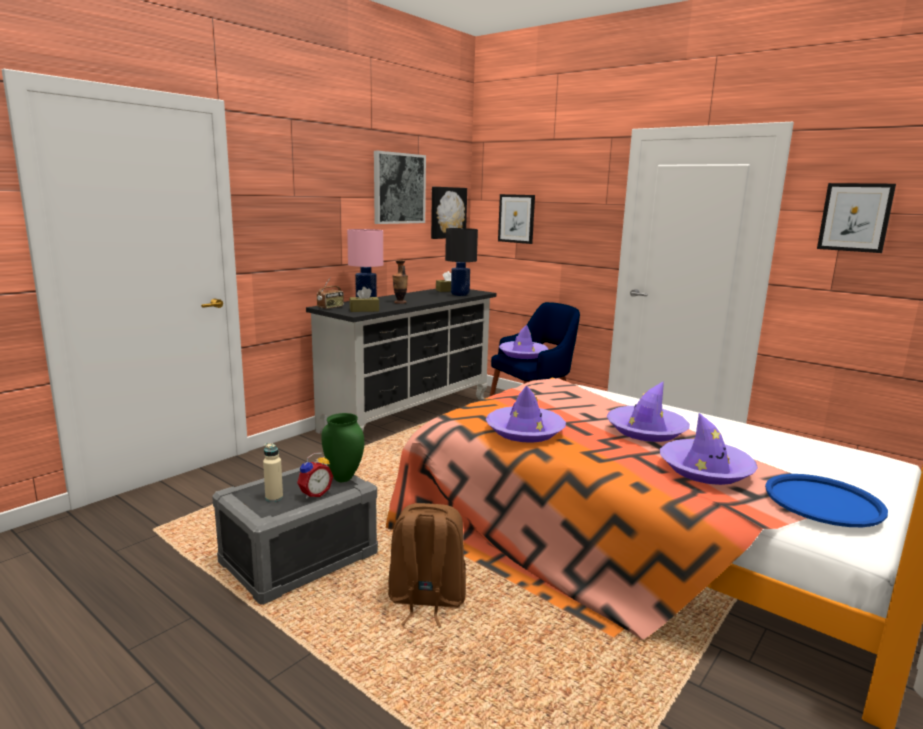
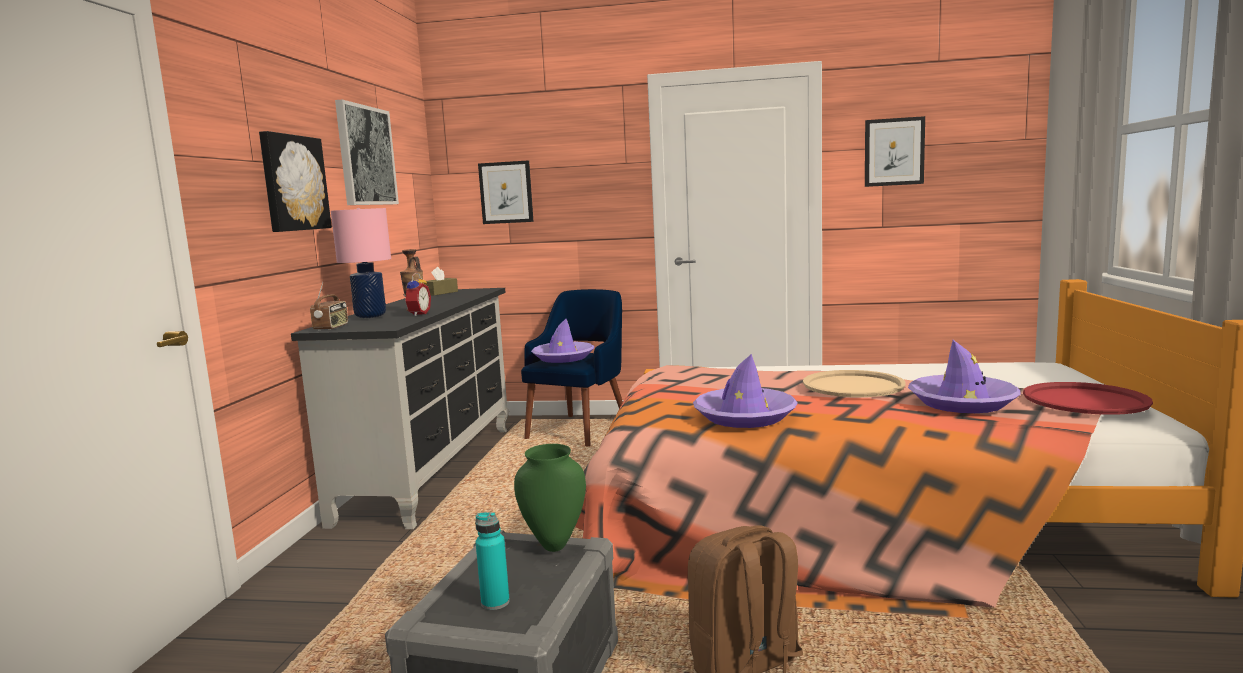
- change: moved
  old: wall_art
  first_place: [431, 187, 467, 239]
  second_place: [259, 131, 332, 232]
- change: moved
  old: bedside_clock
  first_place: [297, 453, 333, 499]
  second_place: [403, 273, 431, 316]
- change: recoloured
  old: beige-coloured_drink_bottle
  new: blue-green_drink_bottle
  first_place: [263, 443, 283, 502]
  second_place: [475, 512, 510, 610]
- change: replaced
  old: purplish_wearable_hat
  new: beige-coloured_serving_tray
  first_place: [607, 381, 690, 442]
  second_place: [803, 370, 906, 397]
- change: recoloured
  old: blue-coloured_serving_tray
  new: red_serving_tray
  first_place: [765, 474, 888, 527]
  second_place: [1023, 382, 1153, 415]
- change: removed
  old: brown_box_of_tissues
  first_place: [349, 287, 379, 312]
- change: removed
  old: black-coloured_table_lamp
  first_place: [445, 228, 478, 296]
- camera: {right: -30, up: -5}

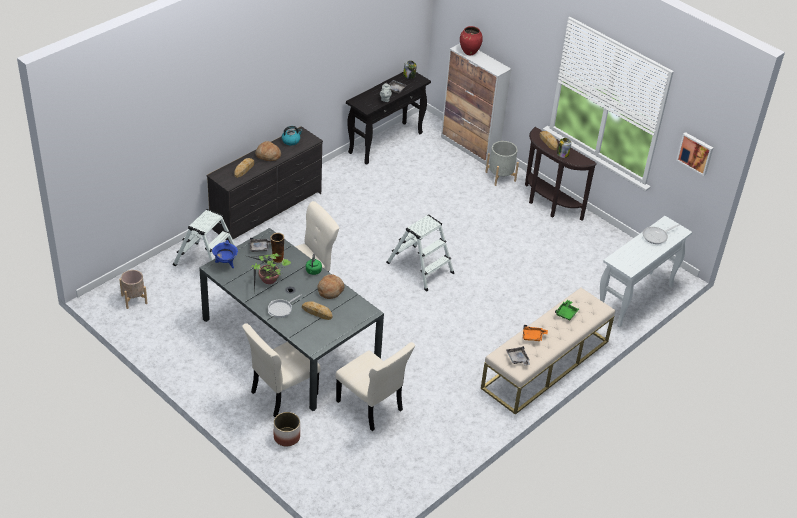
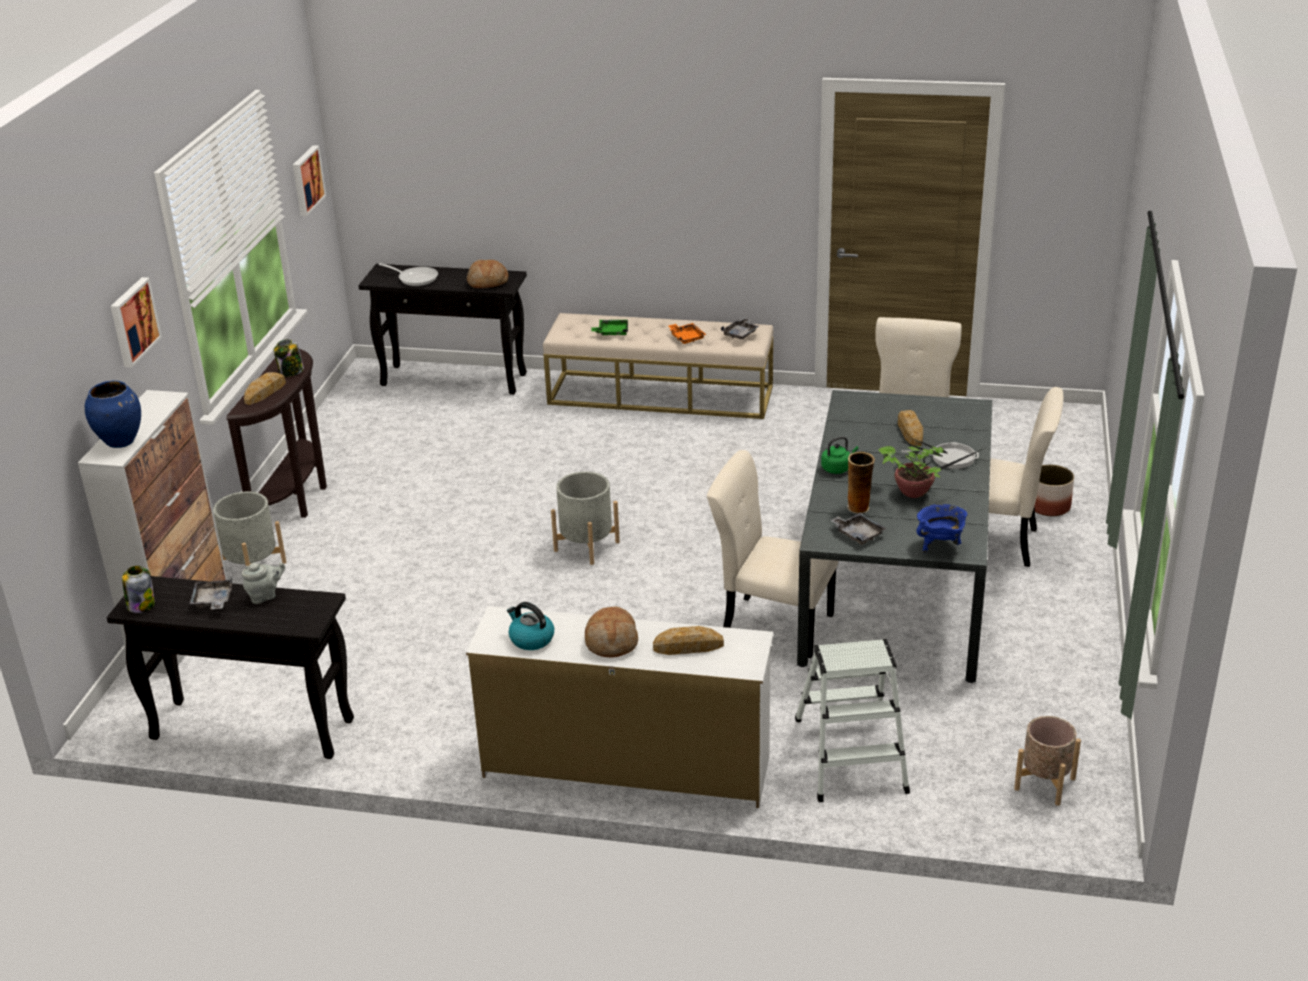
- change: recoloured
  old: red_flower_vase
  new: blue-coloured_flower_vase
  first_place: [460, 26, 483, 55]
  second_place: [85, 380, 141, 448]
- change: added
  new: wall_art
  second_place: [111, 277, 162, 368]
- change: recoloured
  old: white-coloured_console_table
  new: black-coloured_console_table
  first_place: [600, 216, 692, 327]
  second_place: [358, 264, 527, 395]
- change: recoloured
  old: black-coloured_drawer_chest
  new: white-coloured_drawer_chest
  first_place: [206, 126, 323, 243]
  second_place: [466, 606, 773, 808]
- change: moved
  old: bakery_bread
  first_place: [317, 274, 344, 299]
  second_place: [467, 260, 509, 288]
- change: replaced
  old: white-coloured_step_ladder
  new: greyish_plant_pot
  first_place: [386, 214, 454, 291]
  second_place: [551, 472, 620, 565]
- camera: {right: -120, up: -10}

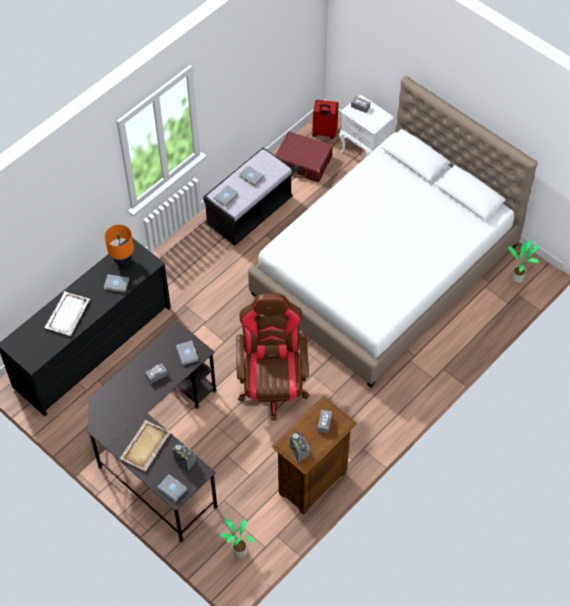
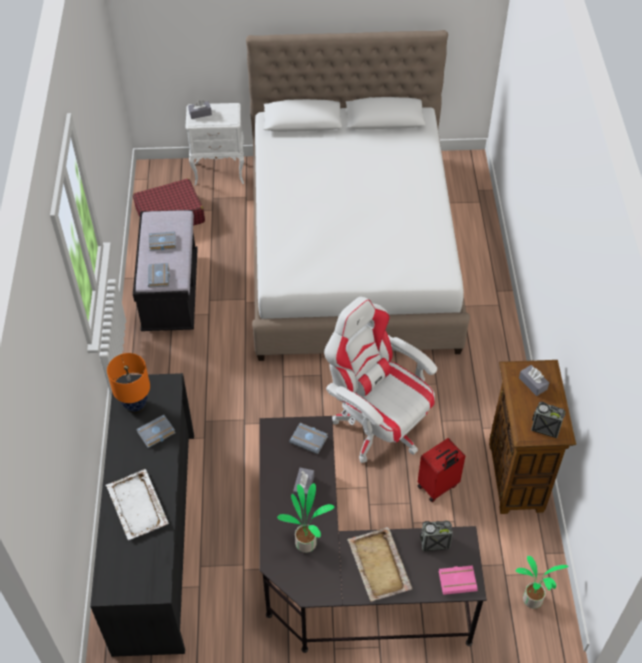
- change: moved
  old: houseplant
  first_place: [508, 240, 539, 283]
  second_place: [277, 483, 334, 553]
- change: recoloured
  old: brown_desk_chair
  new: white-coloured_desk_chair
  first_place: [236, 293, 309, 420]
  second_place: [324, 296, 437, 463]
- change: moved
  old: red_travel_case
  first_place: [312, 100, 339, 139]
  second_place: [418, 438, 465, 502]
- change: recoloured
  old: greyish_book
  new: pink-coloured_book
  first_place: [157, 474, 187, 502]
  second_place: [439, 565, 478, 595]
- camera: {right: -45, up: -5}

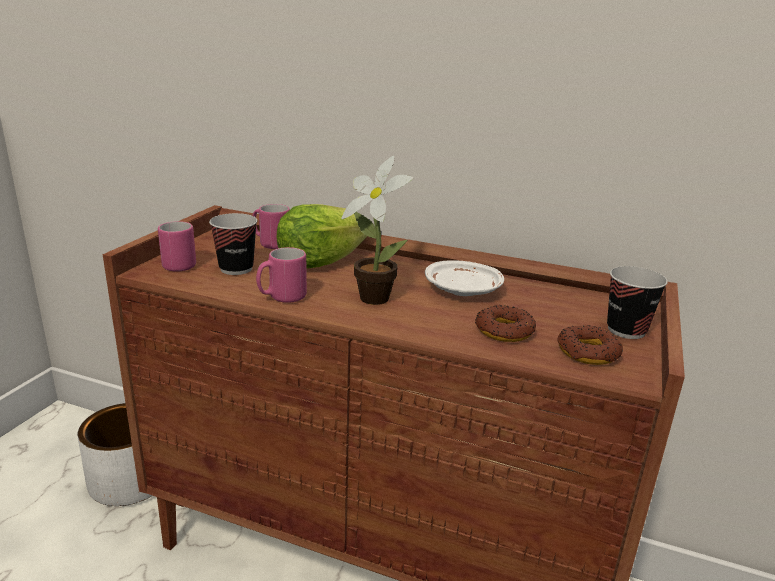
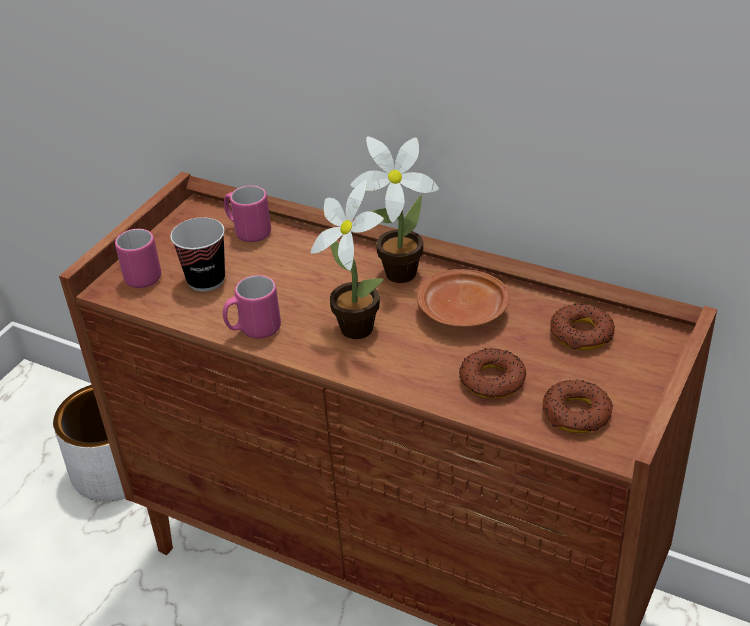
- change: added
  new: houseplant
  second_place: [350, 136, 439, 283]
- change: recoloured
  old: white-coloured_dinner_plate
  new: brown_dinner_plate
  first_place: [425, 260, 504, 296]
  second_place: [417, 269, 509, 328]
- change: added
  new: doughnut
  second_place: [550, 303, 615, 350]
- change: removed
  old: lettuce
  first_place: [277, 204, 367, 269]
- change: removed
  old: drinking_cup
  first_place: [607, 266, 668, 339]
- camera: {right: 10, up: 15}

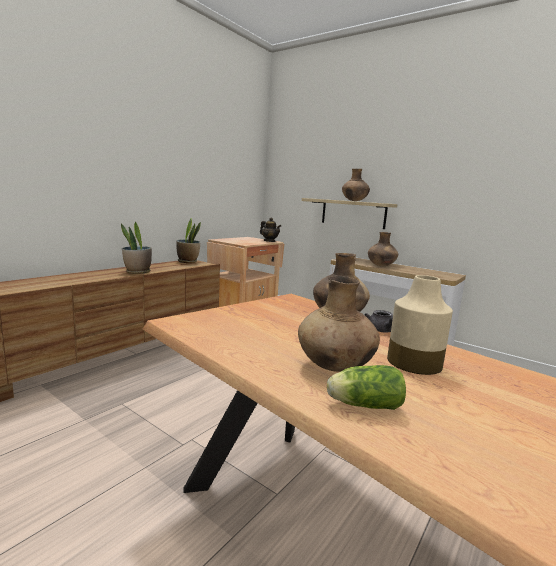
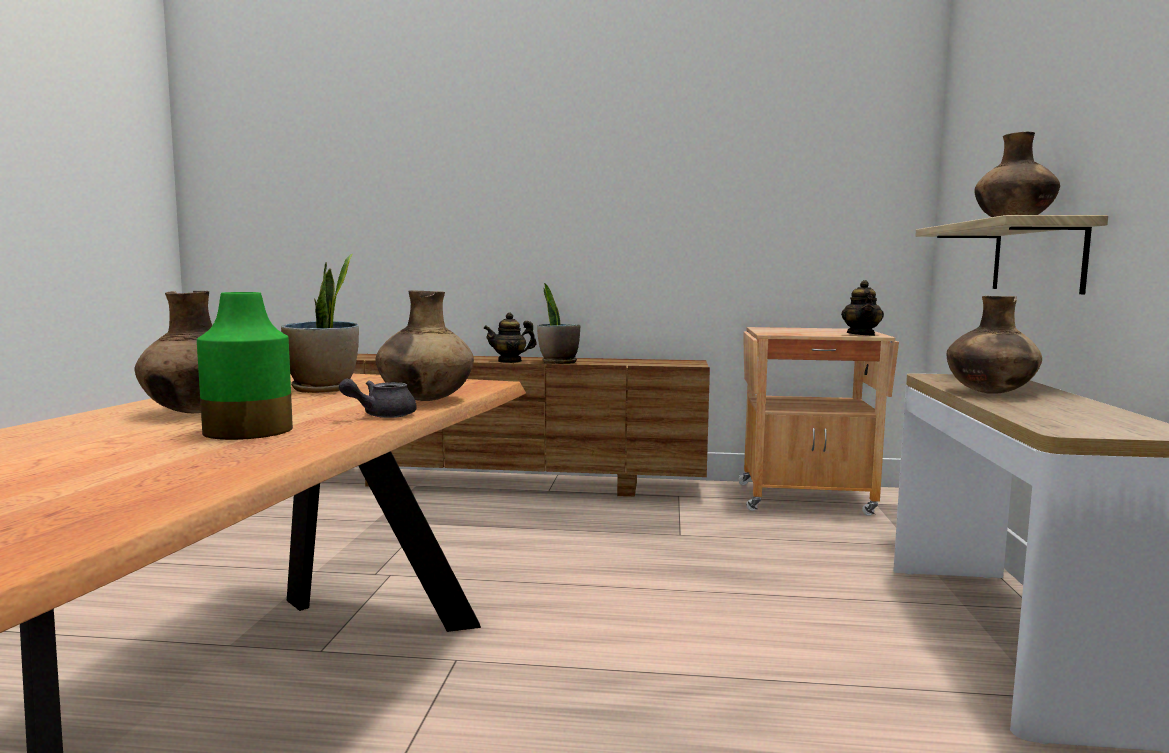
- change: recoloured
  old: beige-coloured_flower_vase
  new: greenish_flower_vase
  first_place: [387, 275, 453, 375]
  second_place: [197, 292, 293, 440]
- change: moved
  old: houseplant
  first_place: [176, 218, 201, 263]
  second_place: [281, 254, 359, 393]
- change: added
  new: pot_for_tea
  second_place: [483, 312, 537, 363]
- change: removed
  old: lettuce
  first_place: [327, 365, 406, 410]
- camera: {right: 60, up: -5}

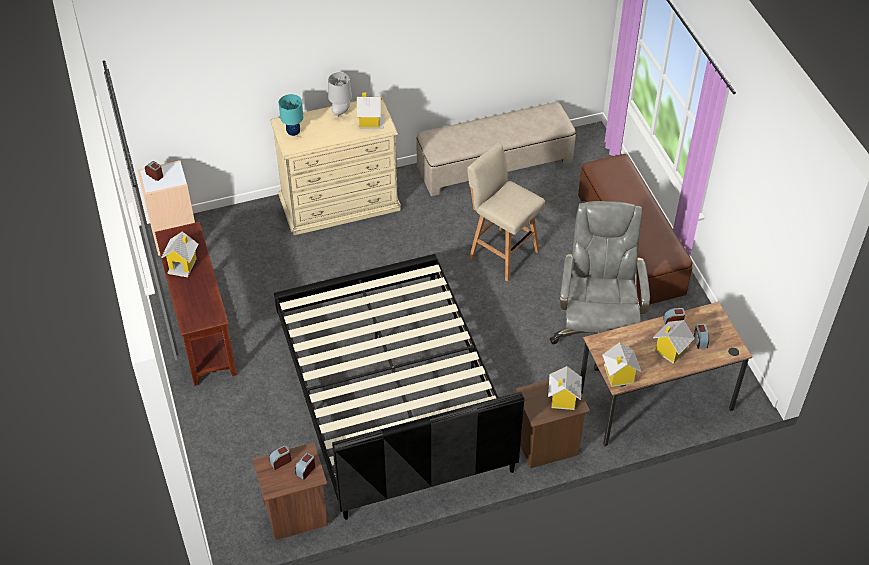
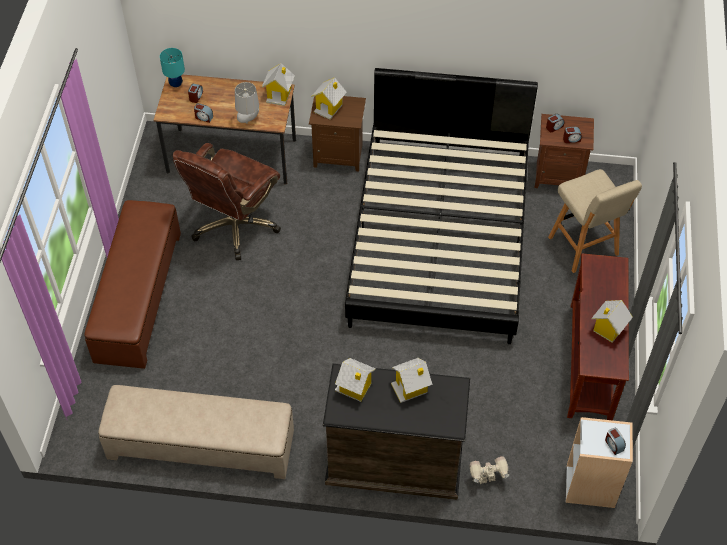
- change: moved
  old: blue-green_table_lamp
  first_place: [279, 94, 303, 136]
  second_place: [160, 48, 185, 87]
- change: recoloured
  old: greyish_desk_chair
  new: brown_desk_chair
  first_place: [550, 201, 650, 371]
  second_place: [173, 143, 281, 260]
- change: moved
  old: greyish_table_lamp
  first_place: [328, 72, 352, 117]
  second_place: [235, 82, 259, 124]
- change: recoloured
  old: beige-coloured_drawer_chest
  new: black-coloured_drawer_chest
  first_place: [270, 96, 401, 236]
  second_place: [323, 364, 470, 500]
- change: moved
  old: miniature_house
  first_place: [653, 320, 695, 364]
  second_place: [391, 358, 432, 403]
- change: added
  new: toy_robot
  second_place: [470, 457, 509, 484]
- change: moved
  old: beige-coloured_sitting_stool
  first_place: [467, 142, 545, 281]
  second_place: [548, 169, 642, 273]
- camera: {right: -155, up: 5}

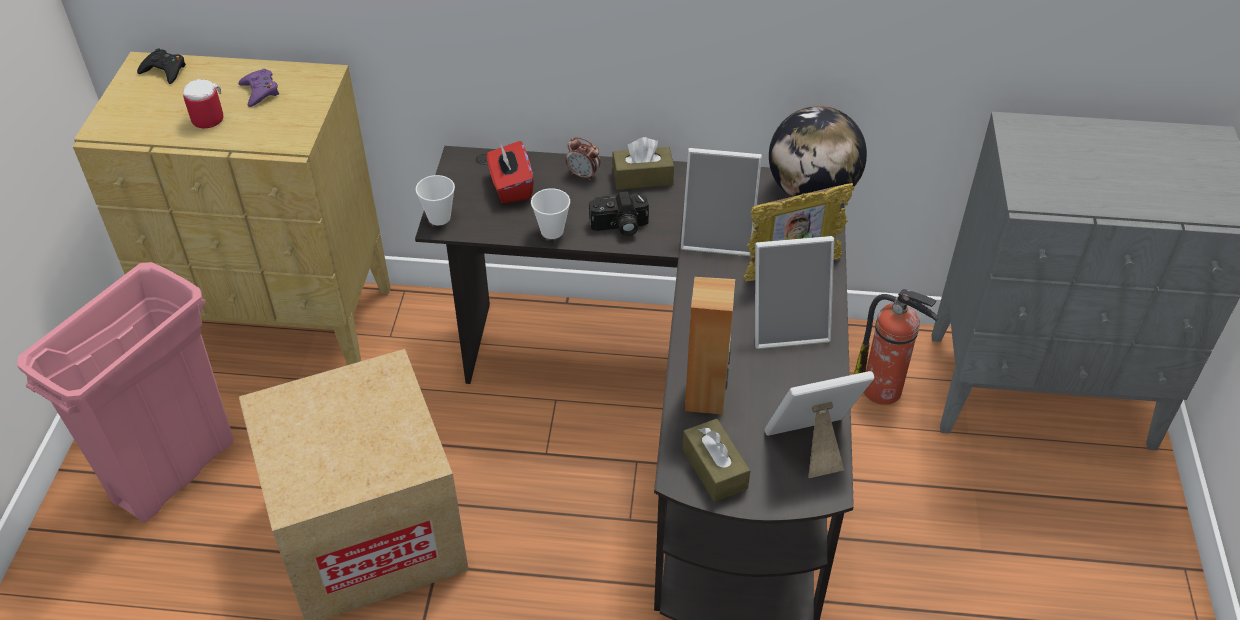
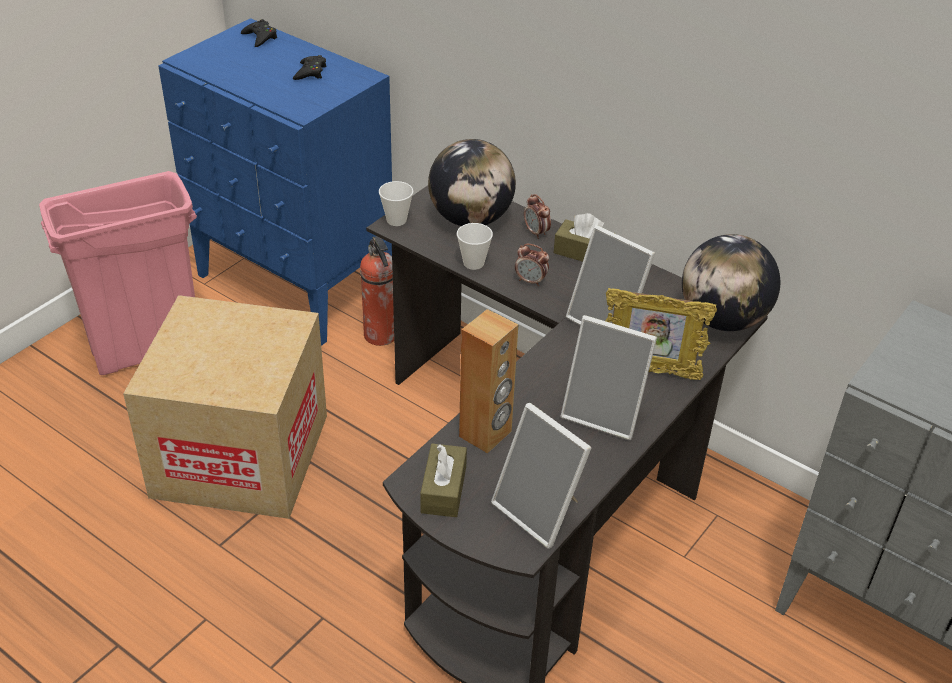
- change: recoloured
  old: beige-coloured_drawer_chest
  new: blue-coloured_drawer_chest
  first_place: [73, 52, 391, 365]
  second_place: [159, 18, 392, 345]
- change: recoloured
  old: purplish_game_controller
  new: black-coloured_game_controller
  first_place: [238, 69, 279, 107]
  second_place: [293, 55, 326, 80]
- change: moved
  old: extinguisher
  first_place: [854, 289, 939, 405]
  second_place: [360, 236, 394, 346]
- change: replaced
  old: red_box_of_tissues
  new: desk_globe
  first_place: [487, 141, 534, 203]
  second_place: [428, 139, 516, 226]
- change: turned
  old: picture_frame
  first_place: [765, 371, 875, 478]
  second_place: [491, 403, 591, 549]
  degrees: -150
- change: replaced
  old: photo_camera
  new: bedside_clock
  first_place: [589, 192, 649, 236]
  second_place: [515, 244, 549, 286]
- change: removed
  old: tea_mug
  first_place: [183, 79, 223, 128]
- camera: {right: 30, up: -5}

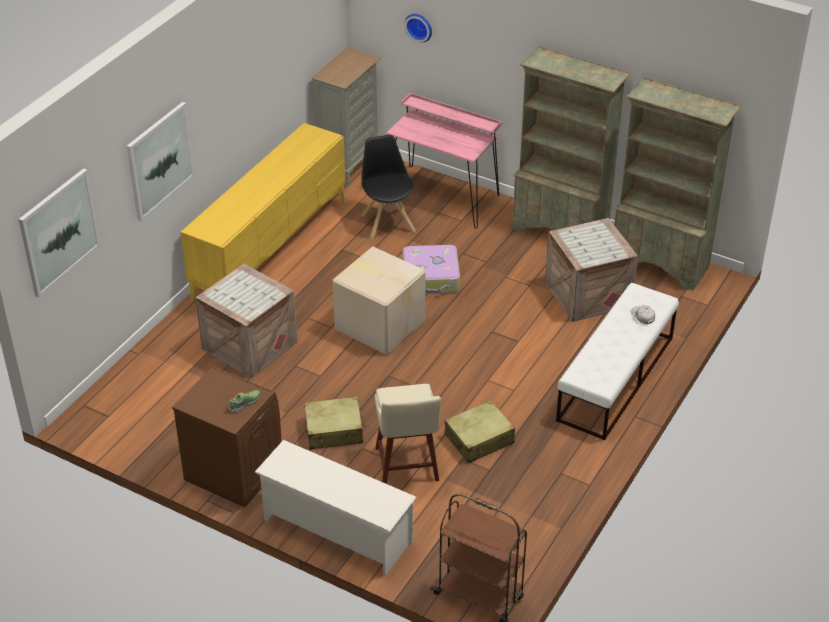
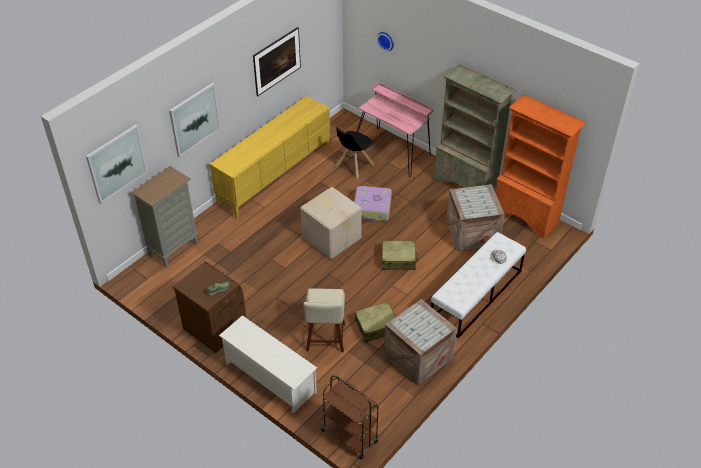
- change: moved
  old: greyish_drawer_chest
  first_place: [312, 47, 381, 187]
  second_place: [132, 166, 198, 268]
- change: added
  new: wall_art
  second_place: [253, 27, 301, 96]
- change: turned
  old: black-coloured_plain_chair
  first_place: [360, 135, 416, 240]
  second_place: [335, 127, 375, 179]
  degrees: -135
- change: moved
  old: beige-coloured_travel_case
  first_place: [304, 396, 366, 450]
  second_place: [381, 241, 418, 270]
- change: moved
  old: shipping_crate
  first_place: [195, 264, 298, 378]
  second_place: [384, 299, 457, 385]
- change: recoloured
  old: greenish_bookshelf
  new: orangey_bookshelf
  first_place: [614, 77, 742, 291]
  second_place: [496, 94, 586, 239]
- camera: {right: 10, up: 5}

